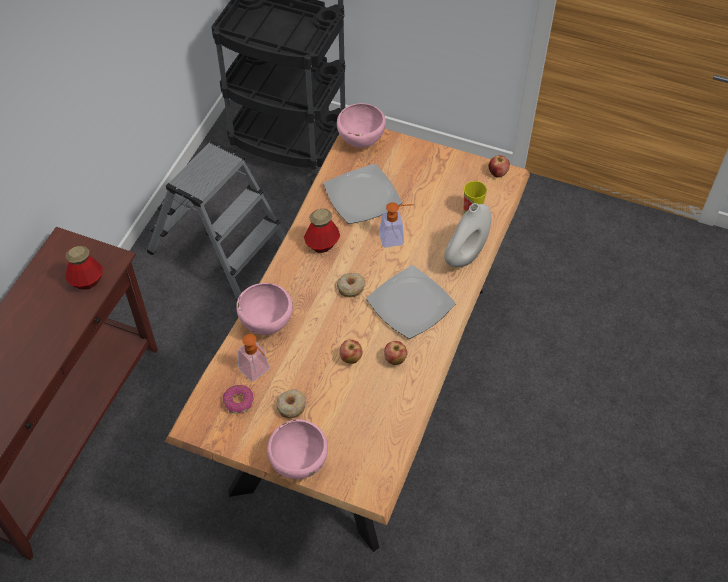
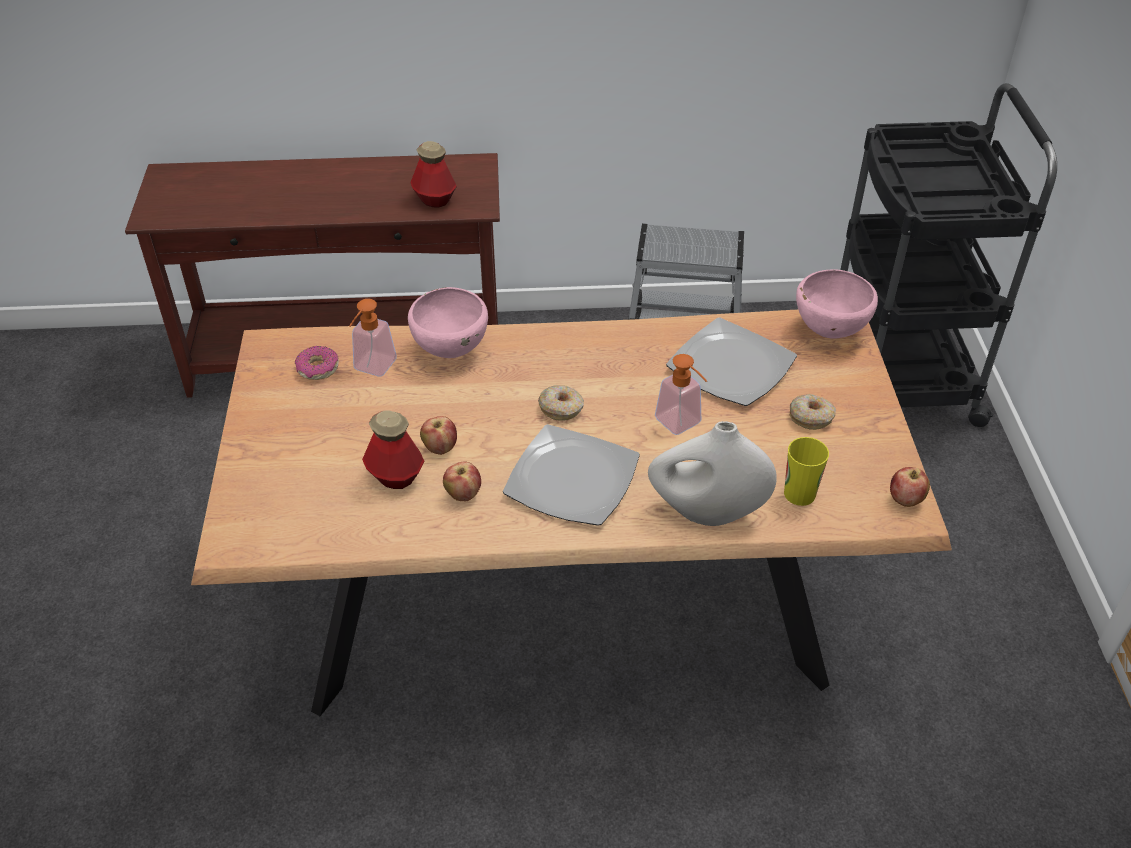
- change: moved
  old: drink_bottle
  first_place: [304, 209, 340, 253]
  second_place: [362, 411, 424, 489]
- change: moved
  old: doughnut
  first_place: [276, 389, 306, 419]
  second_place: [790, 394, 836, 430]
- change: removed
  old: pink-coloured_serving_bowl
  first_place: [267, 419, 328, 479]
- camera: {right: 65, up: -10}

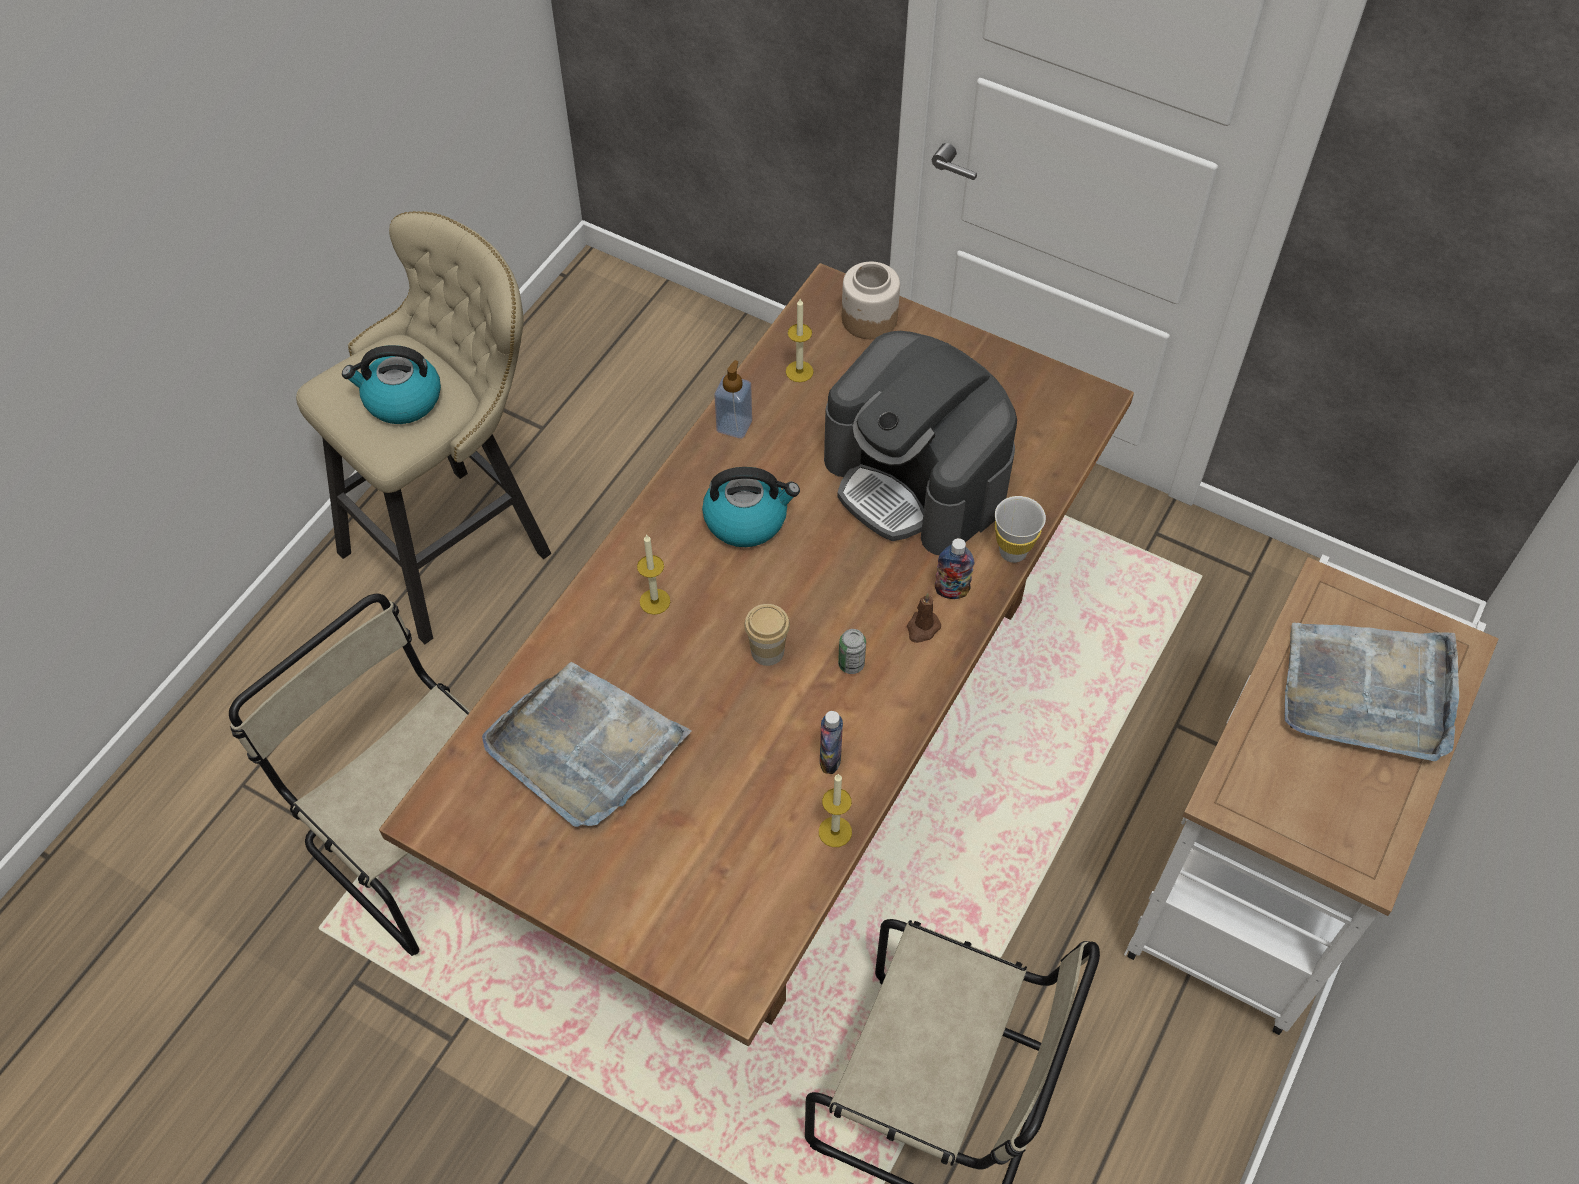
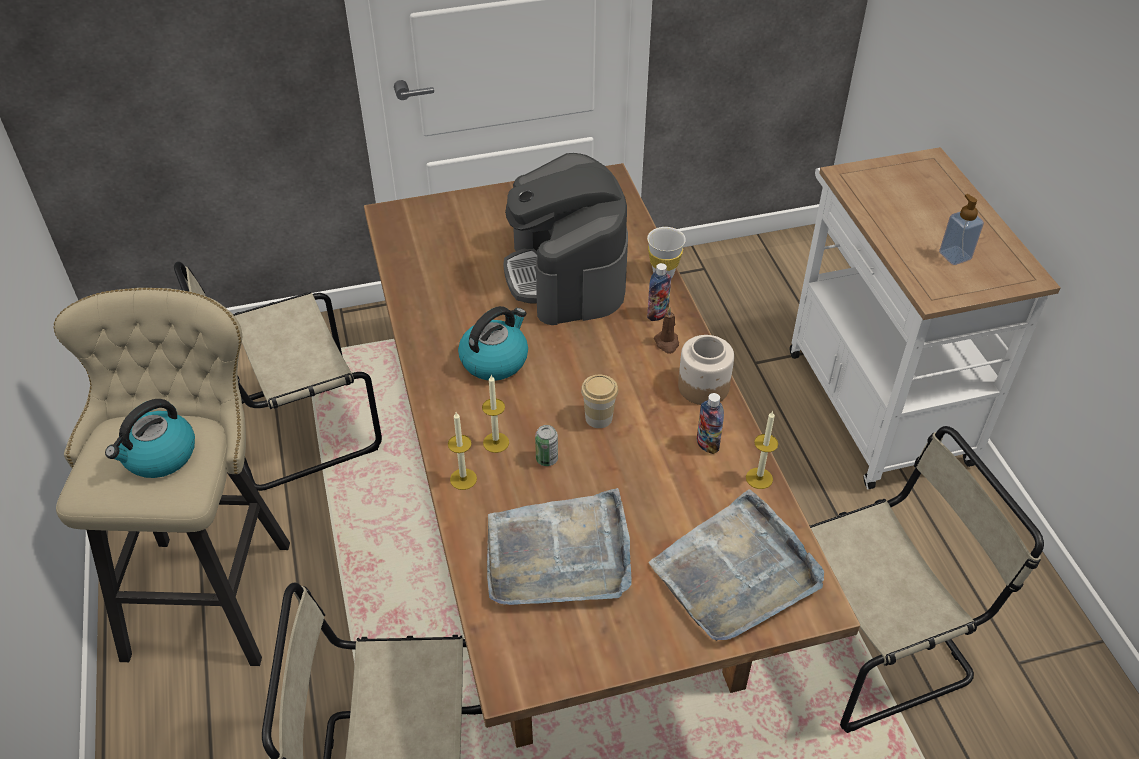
- change: added
  new: beige-coloured_plain_chair
  second_place: [174, 262, 382, 491]
- change: moved
  old: wax_light
  first_place: [786, 299, 814, 382]
  second_place: [448, 412, 477, 490]
- change: turned
  old: coffee_maker
  first_place: [824, 331, 1017, 555]
  second_place: [503, 153, 628, 325]
  degrees: 75
- change: moved
  old: sealed_can
  first_place: [838, 629, 866, 674]
  second_place: [535, 425, 558, 466]
- change: moved
  old: greyish_serving_tray
  first_place: [1285, 623, 1459, 761]
  second_place: [649, 489, 824, 641]
- change: moved
  old: storage_jar
  first_place: [842, 262, 900, 339]
  second_place: [678, 335, 734, 405]
- change: moved
  old: soap_dispenser
  first_place: [714, 360, 752, 438]
  second_place: [939, 194, 984, 265]
- camera: {right: -45, up: -10}

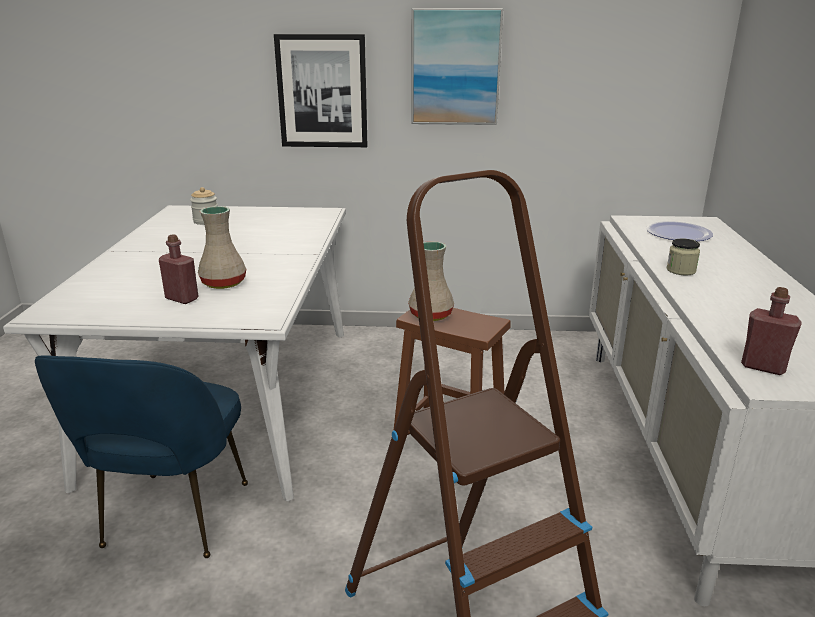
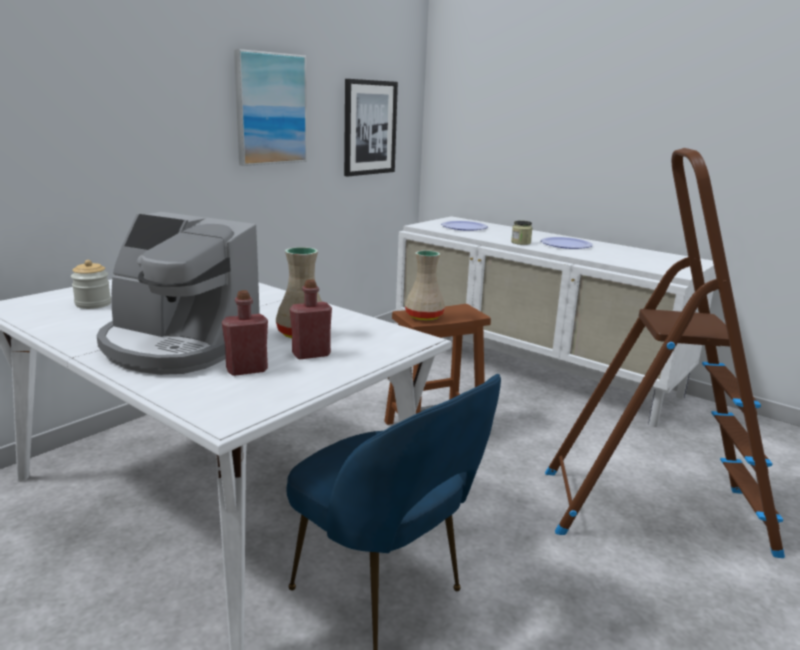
- change: added
  new: coffee_maker
  second_place: [97, 212, 260, 375]
- change: moved
  old: red_drink_bottle
  first_place: [741, 287, 802, 375]
  second_place: [222, 290, 268, 376]
- change: moved
  old: wall_art
  first_place: [274, 34, 368, 147]
  second_place: [344, 79, 398, 177]
- change: added
  new: dinner_plate
  second_place: [541, 237, 593, 249]
- camera: {right: -55, up: -5}

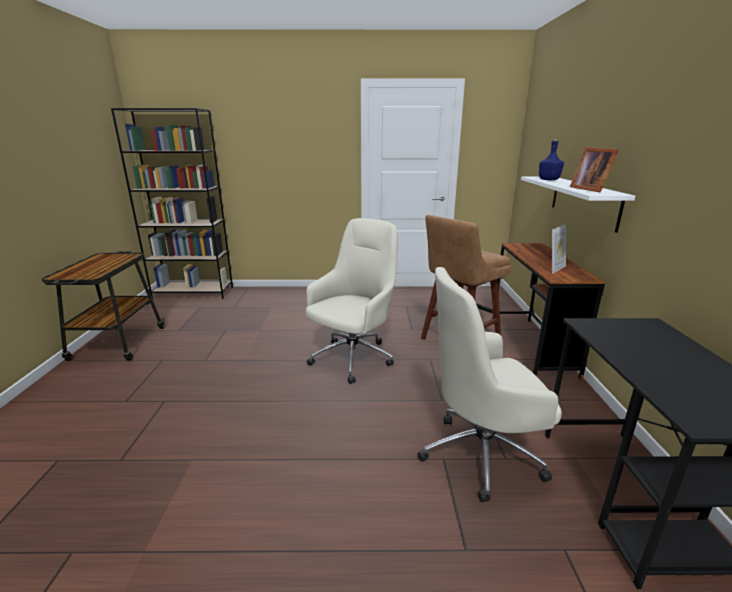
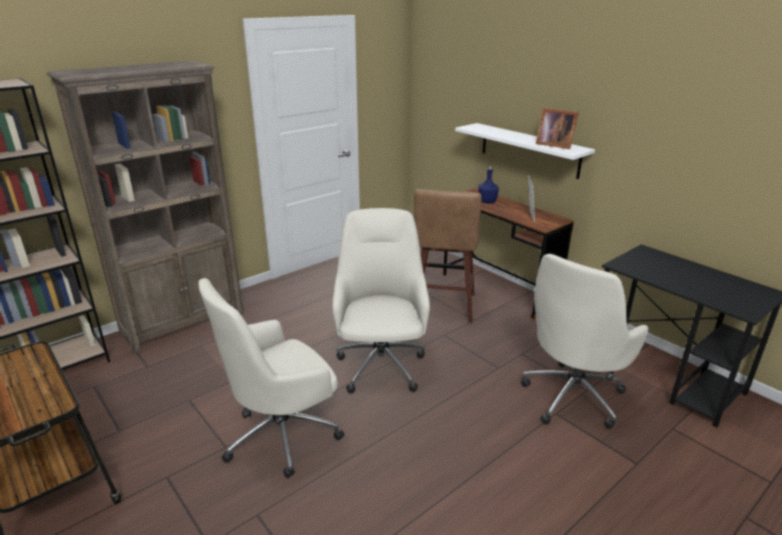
- change: added
  new: brown_bookshelf
  second_place: [47, 60, 244, 354]
- change: added
  new: beige-coloured_desk_chair
  second_place: [198, 278, 344, 478]
- change: moved
  old: blue-coloured_drink_bottle
  first_place: [539, 138, 564, 180]
  second_place: [478, 166, 499, 203]
- camera: {right: -40, up: 5}

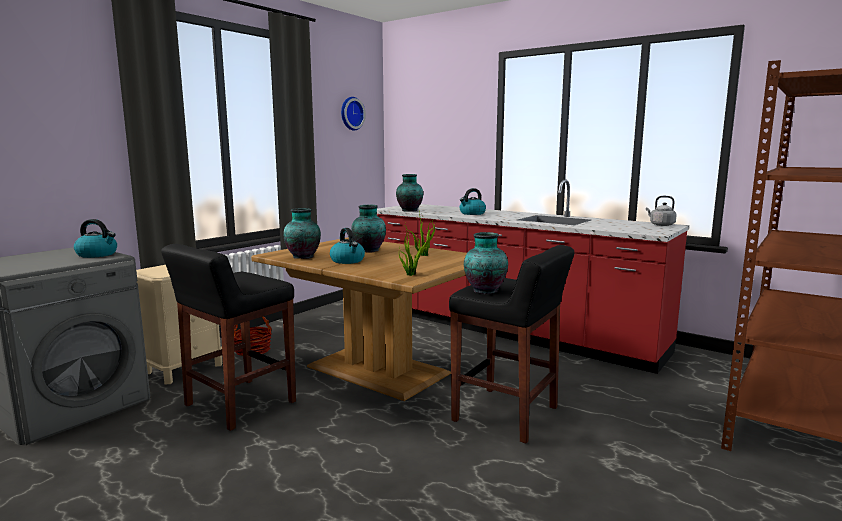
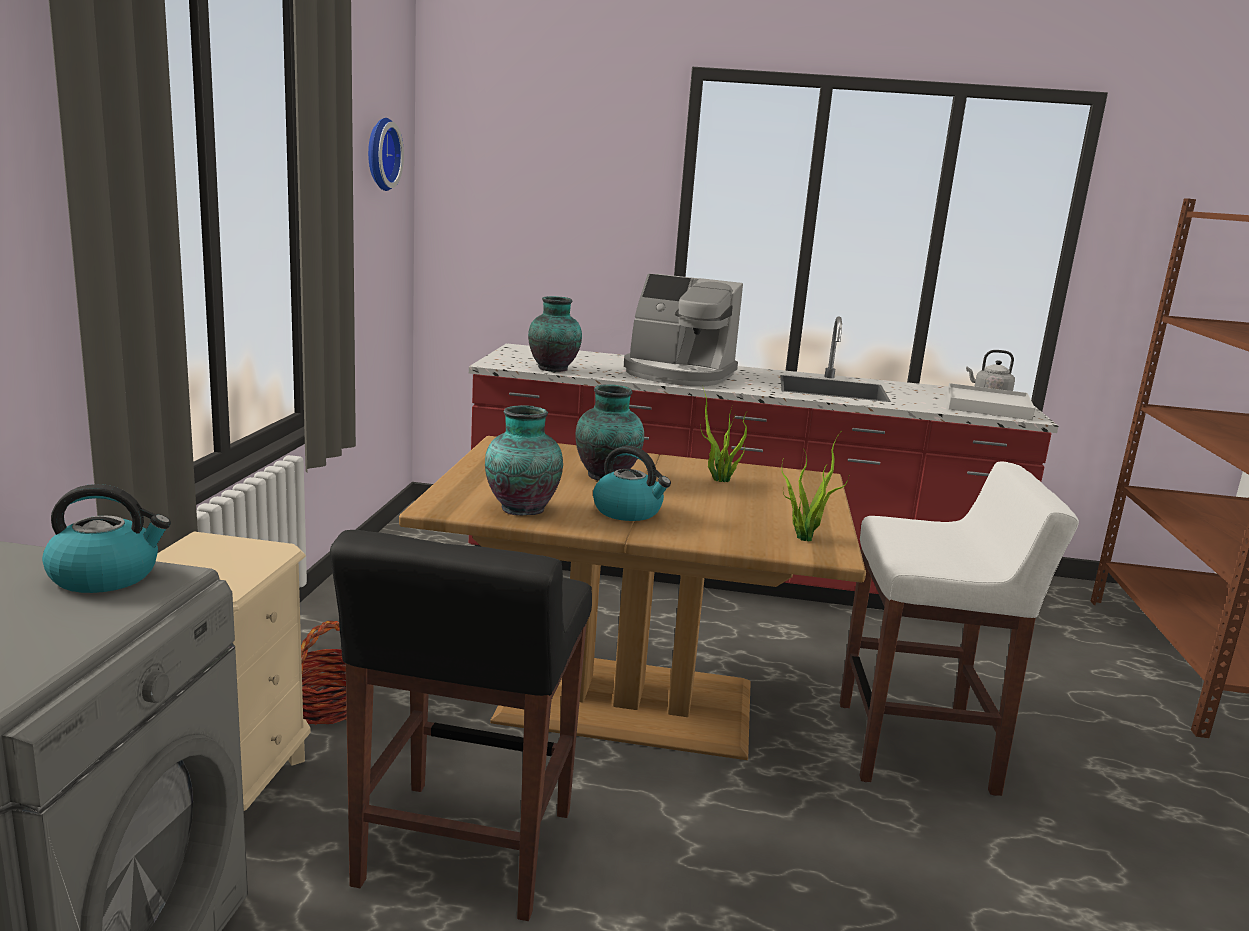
- change: replaced
  old: tea_kettle
  new: coffee_maker
  first_place: [459, 188, 486, 215]
  second_place: [624, 274, 743, 386]
- change: recoloured
  old: black-coloured_sitting_stool
  new: white-coloured_sitting_stool
  first_place: [449, 245, 574, 443]
  second_place: [840, 462, 1079, 796]
- change: added
  new: white-coloured_serving_tray
  second_place: [947, 383, 1035, 420]
- change: removed
  old: flower_vase
  first_place: [464, 232, 508, 294]
- camera: {right: -30, up: 5}

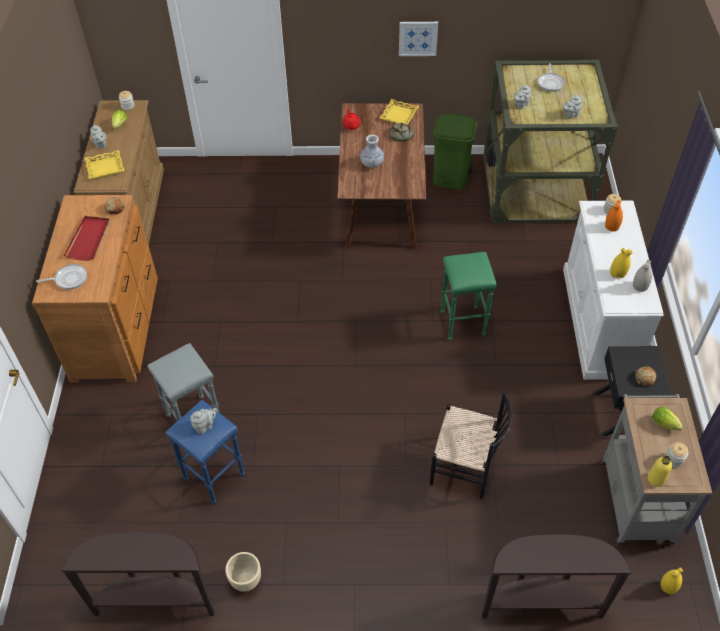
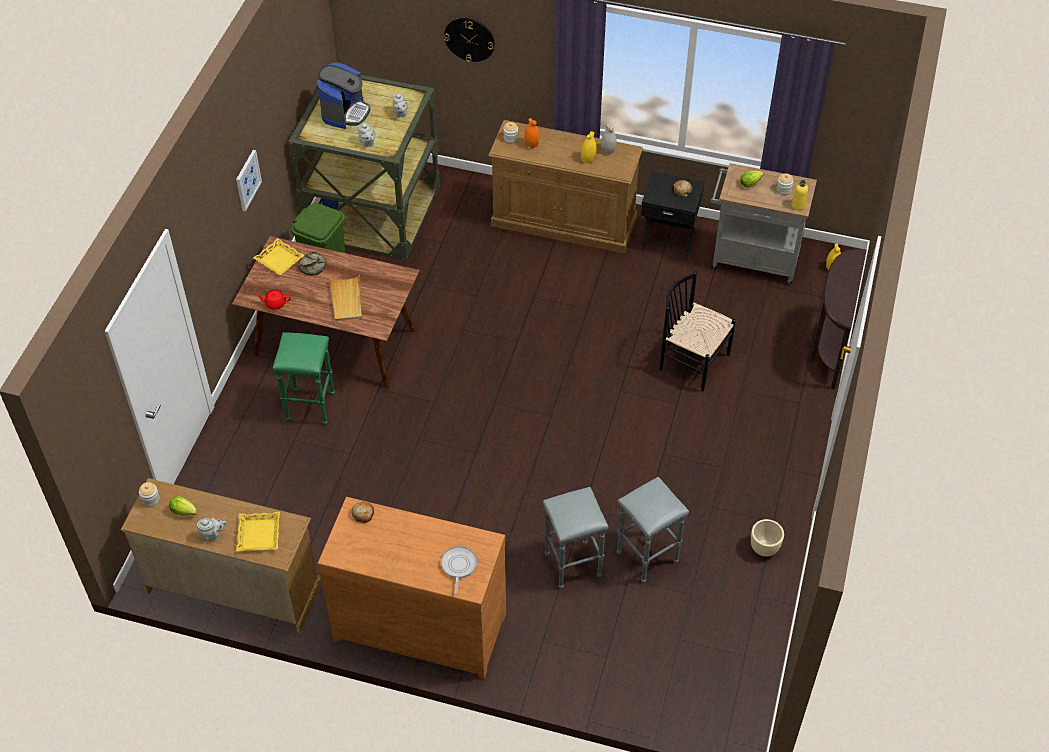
- change: moved
  old: greenish_sitting_stool
  first_place: [440, 252, 497, 341]
  second_place: [273, 332, 335, 425]
- change: replaced
  old: skillet
  new: coffee_maker
  first_place: [538, 63, 565, 92]
  second_place: [317, 62, 371, 129]
- change: replaced
  old: flower_vase
  new: beige-coloured_serving_tray
  first_place: [360, 135, 384, 168]
  second_place: [329, 275, 362, 321]
- change: added
  new: clock_on_the_wall
  second_place: [444, 18, 495, 62]
- change: recoloured
  old: white-coloured_cupboard
  new: brown_cupboard
  first_place: [563, 200, 664, 380]
  second_place: [488, 120, 643, 254]
- change: recoloured
  old: blue-coloured_sitting_stool
  new: greyish_sitting_stool
  first_place: [165, 400, 245, 504]
  second_place: [617, 477, 689, 583]
- change: turned
  old: black-coloured_plain_chair
  first_place: [430, 392, 512, 499]
  second_place: [660, 271, 736, 392]
  degrees: -90
- change: removed
  old: brown_console_table
  first_place: [61, 532, 215, 616]
- change: removed
  old: red_serving_tray
  first_place: [64, 216, 110, 261]
- change: removed
  old: greyish_pot_for_tea
  first_place: [190, 408, 217, 434]
- camera: {right: -75, up: 0}

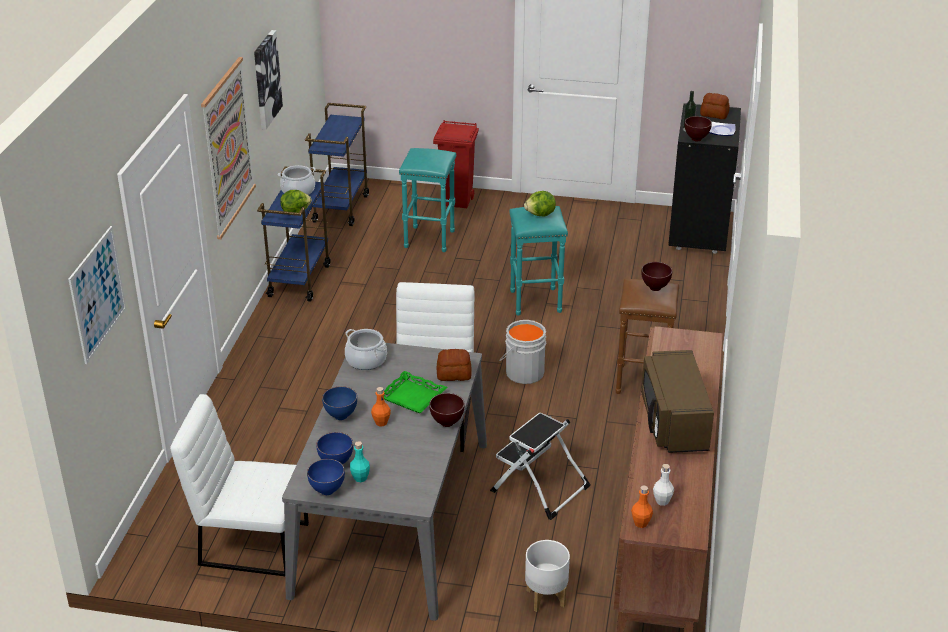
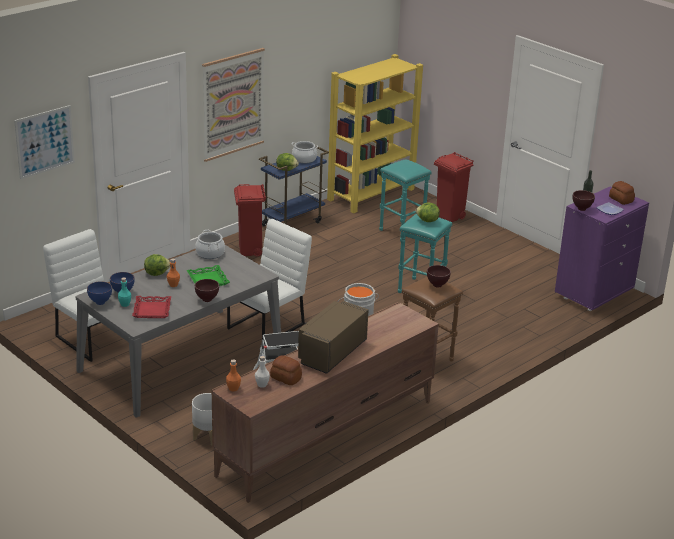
- change: added
  new: red_serving_tray
  second_place: [132, 296, 171, 318]
- change: replaced
  old: blue-coloured_serving_bowl
  new: lettuce
  first_place: [322, 386, 357, 420]
  second_place: [144, 254, 171, 276]
- change: added
  new: red_waste_bin
  second_place: [234, 184, 266, 257]
- change: moved
  old: bakery_bread
  first_place: [437, 349, 472, 381]
  second_place: [270, 355, 302, 385]
- change: replaced
  old: blue-coloured_trolley
  new: yellowish_bookshelf
  first_place: [305, 103, 369, 226]
  second_place: [327, 54, 423, 213]
- change: recoloured
  old: black-coloured_cupboard
  new: purplish_cupboard
  first_place: [668, 103, 741, 253]
  second_place: [555, 187, 649, 311]
- change: removed
  old: wall_art
  first_place: [254, 30, 283, 130]
- camera: {right: 35, up: -5}

